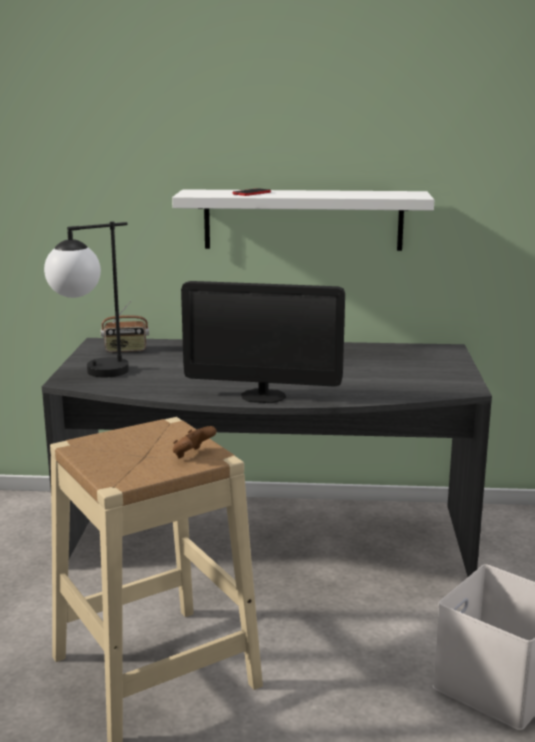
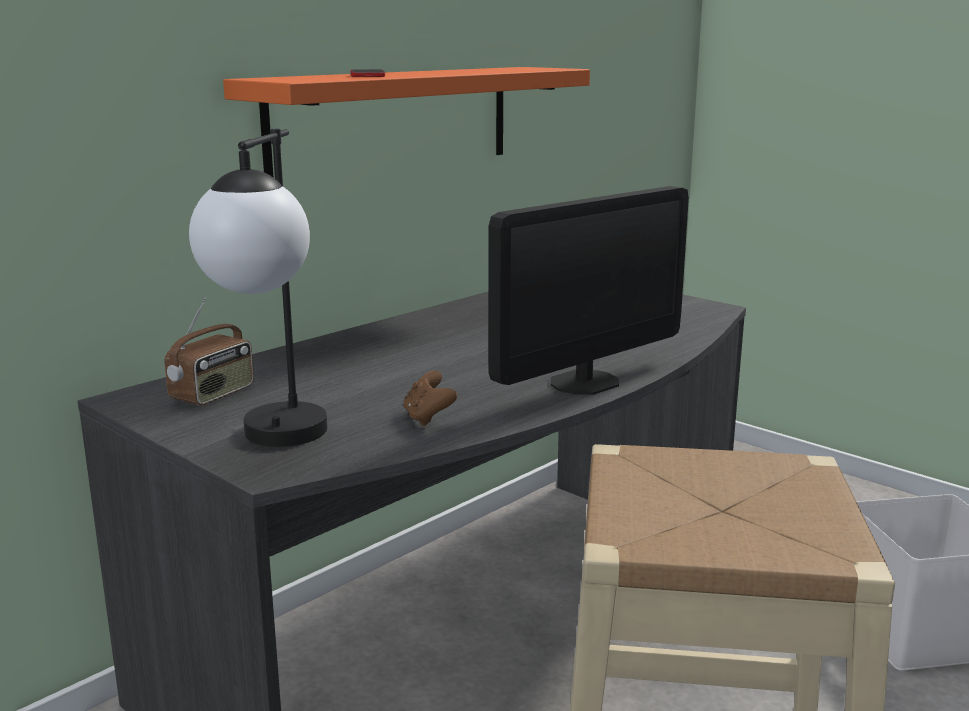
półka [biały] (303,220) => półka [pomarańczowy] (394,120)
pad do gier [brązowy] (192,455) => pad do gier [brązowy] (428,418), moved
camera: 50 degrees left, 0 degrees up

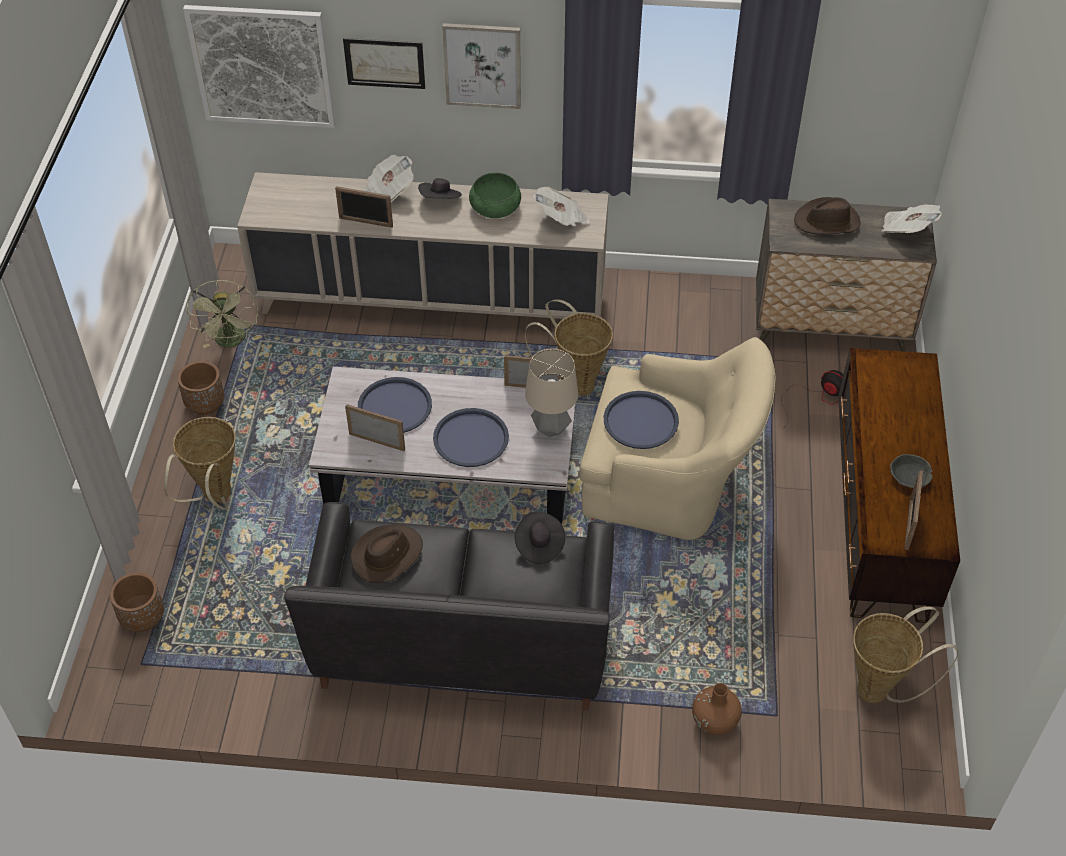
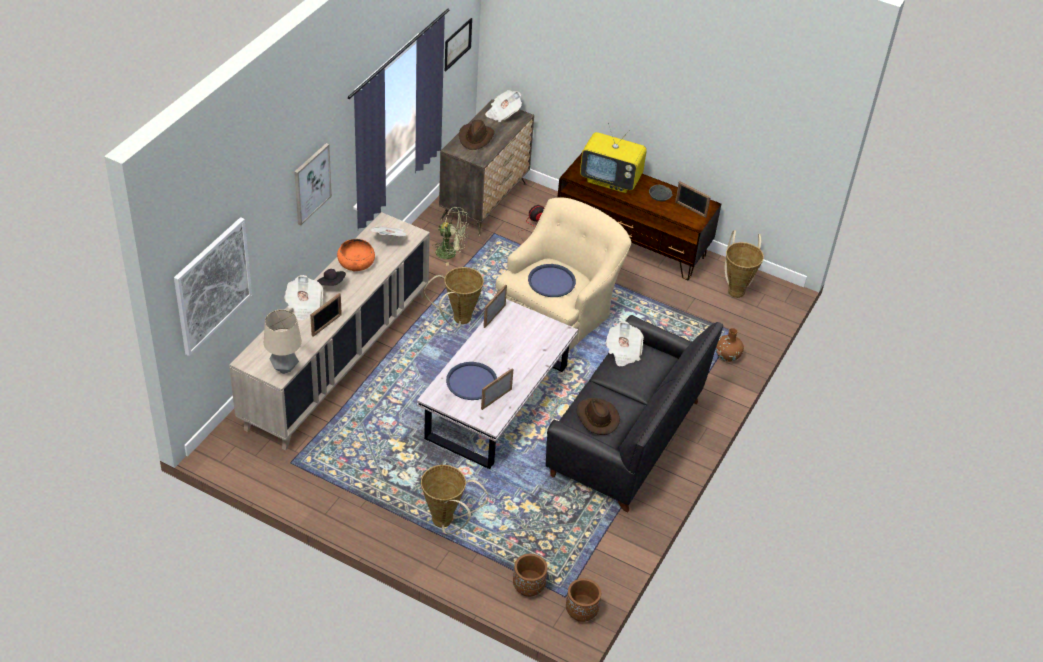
lampa stołowa (550,428) => lampa stołowa (284,368), moved
miska [zielony] (495,206) => miska [pomarańczowy] (356,262)
wentylator [zielony] (231,342) => wentylator [zielony] (450,253), moved
obraz (384,62) => obraz (457,44), moved
donica [brązowy] (205,405) => donica [brązowy] (581,612), moved
nothing => telewizor (611,180)
kapelusz [czarny] (539,545) => gazeta (623,352)
taca [niebieski] (470,438) => nothing
camera: 70 degrees left, 5 degrees down

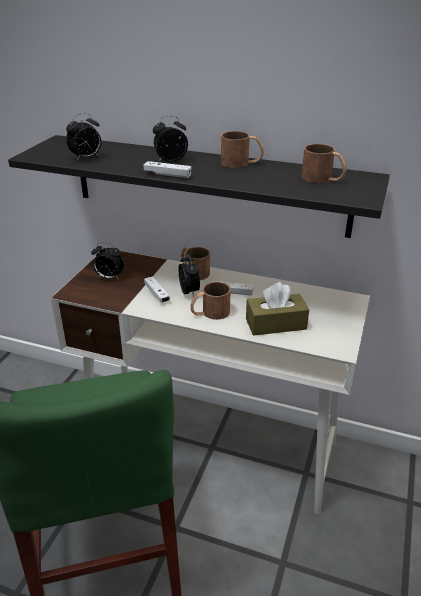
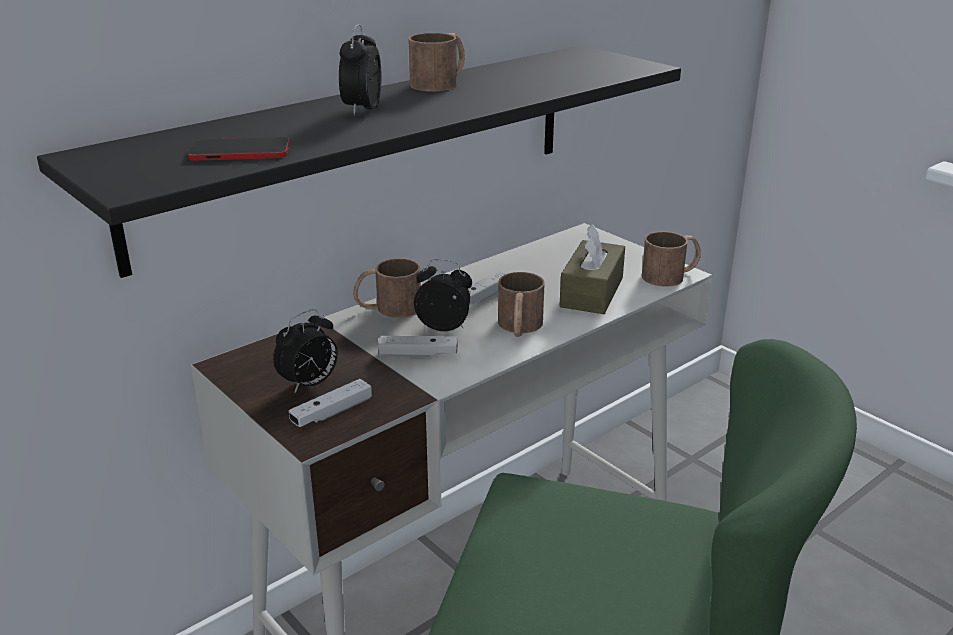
budzik (86,158) => telefon (240,152)
pad do gier [biały] (167,175) => pad do gier [biały] (332,412), moved
kubek [brązowy] (323,179) => kubek [brązowy] (671,275), moved
camera: 60 degrees left, 5 degrees down

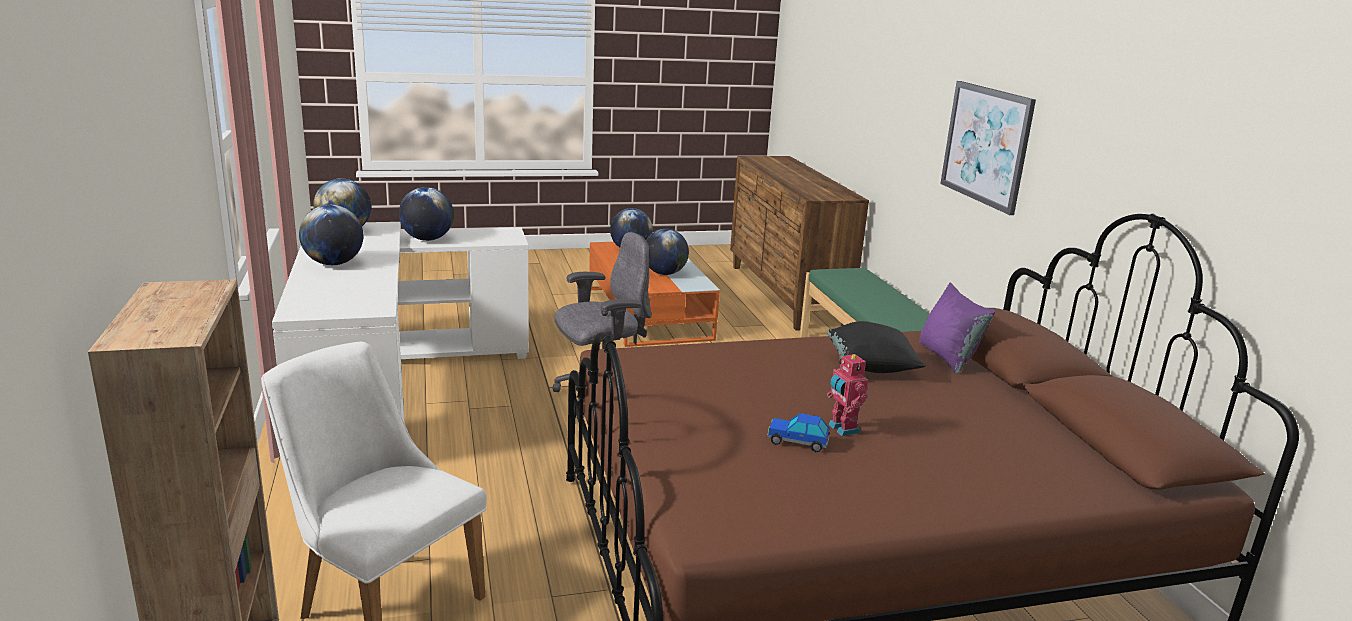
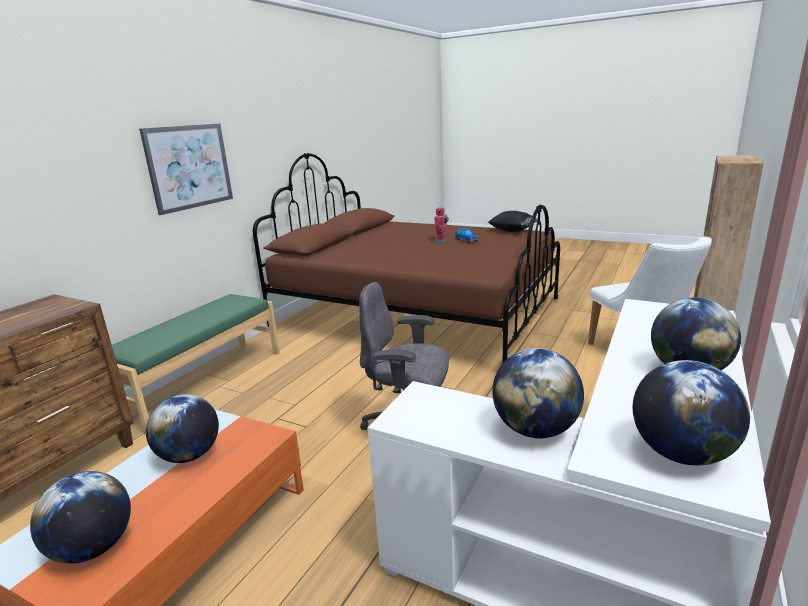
poduszka [czarny] (870,368) => poduszka [czarny] (512,231), moved
poduszka [fioletowy] (948,358) => nothing
camera: 135 degrees left, 0 degrees up

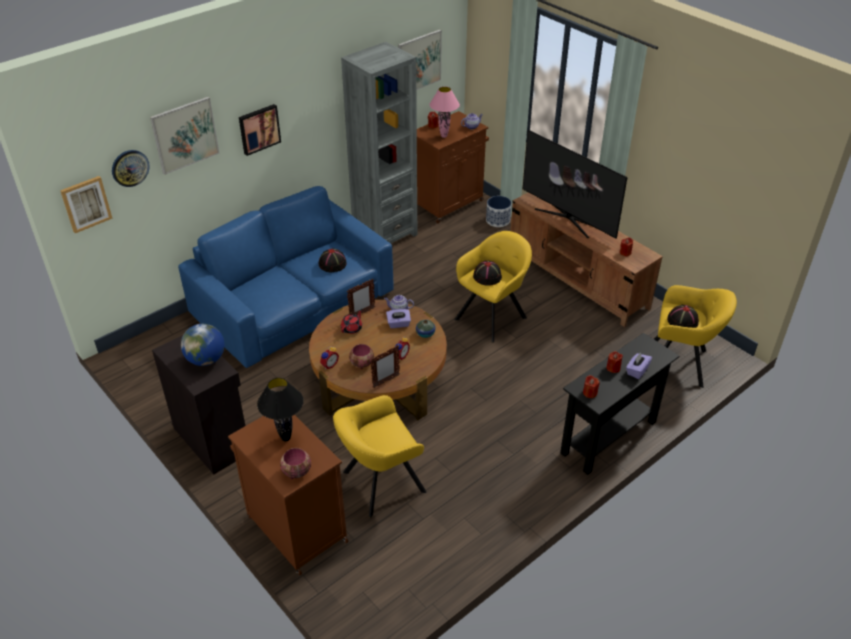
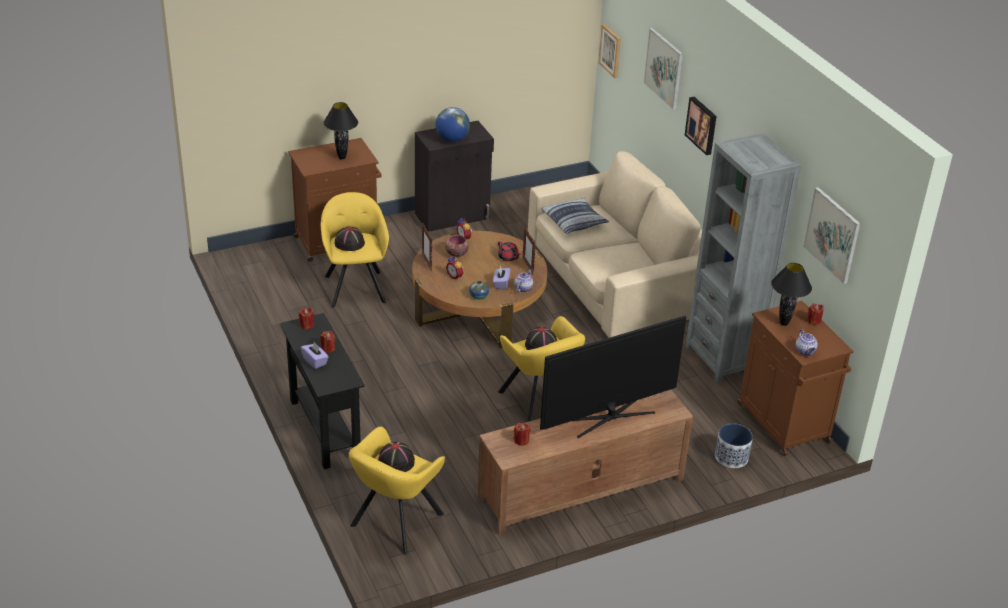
kapelusz [czarny] (332,264) => kapelusz [czarny] (349,243), moved
kanapa [niebieski] (294,304) => kanapa [beżowy] (615,278)
nothing => poduszka (574,221)
lampa stołowa [różowy] (443,136) => lampa stołowa [czarny] (784,323)
zegar ścienny (130,168) => nothing
miska (296,471) => nothing
camera: 105 degrees right, 5 degrees down

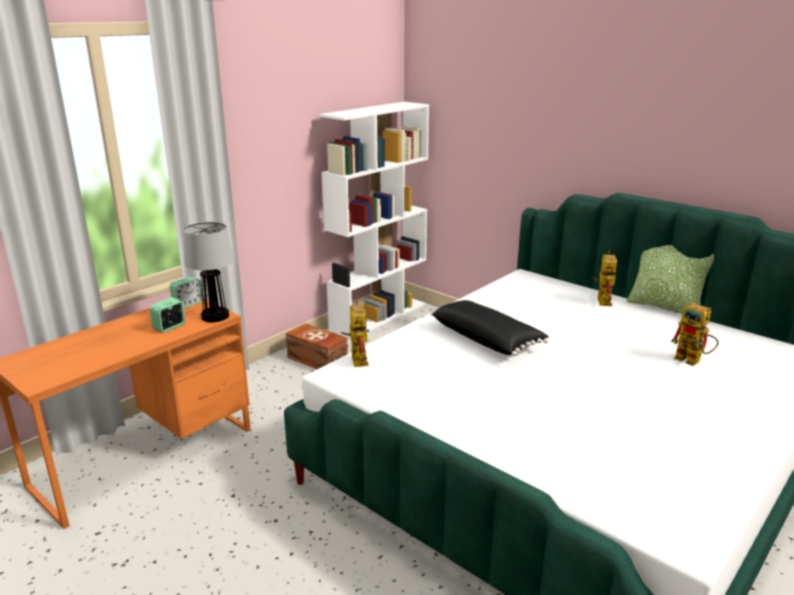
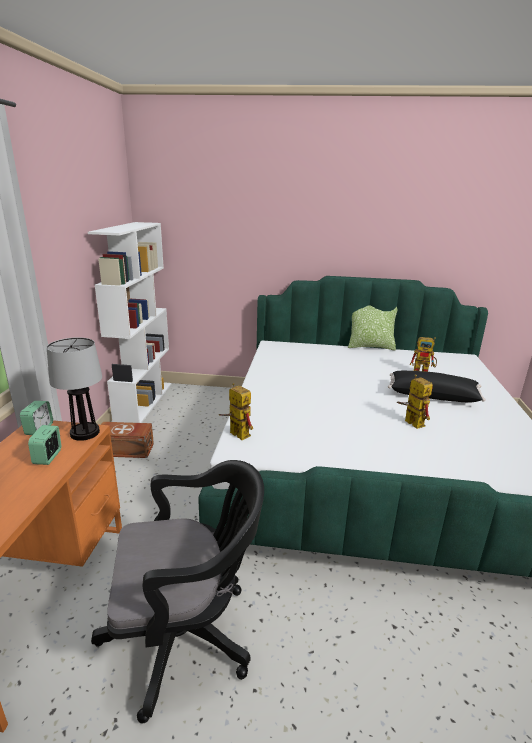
nothing => krzesło biurowe [czarny] (187,635)
poduszka [czarny] (487,339) => poduszka [czarny] (432,395), moved
robot zabawkowy (601,300) => robot zabawkowy (410,422), moved
camera: 35 degrees left, 0 degrees up

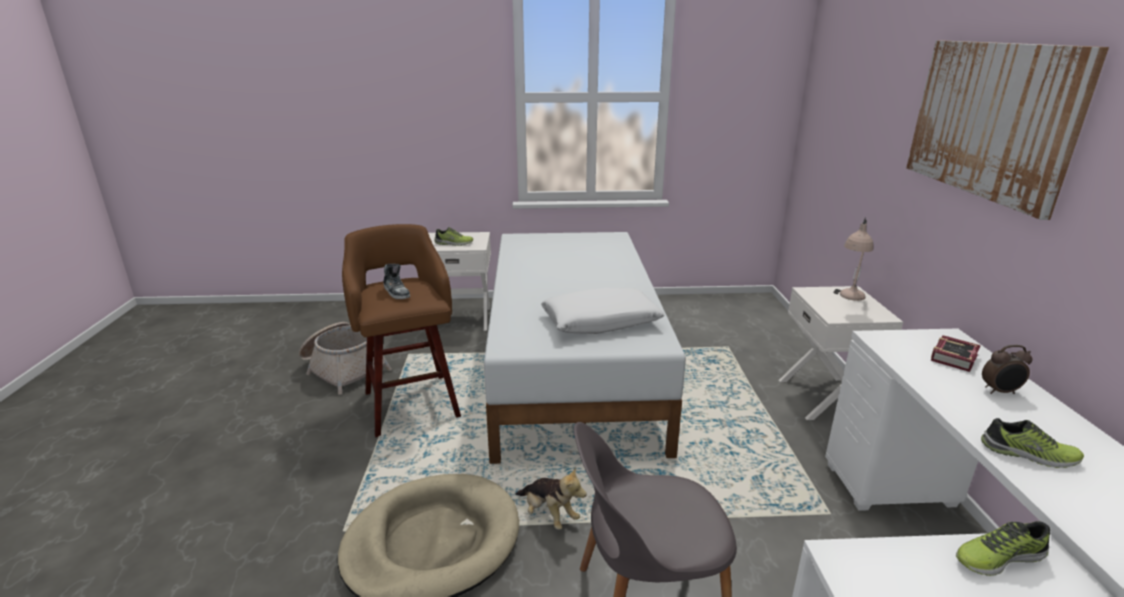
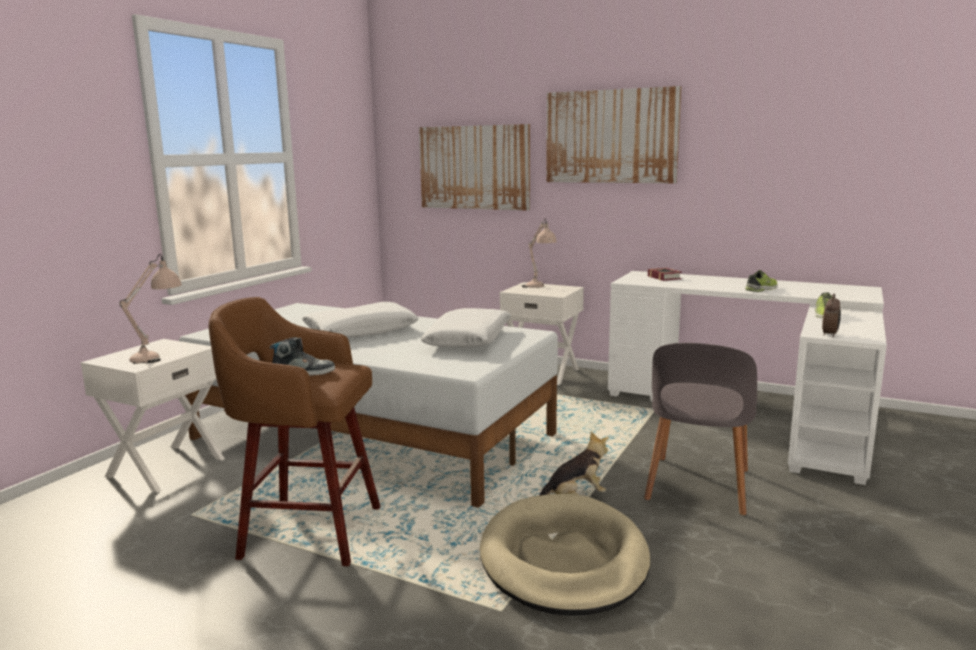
but (453,243) => lampa stołowa [beżowy] (159,355)
nothing => poduszka [biały] (361,331)
nothing => obraz (474,167)
budzik (1000,391) => budzik (830,335), moved
koszyk (343,369) => nothing
camera: 60 degrees left, 10 degrees down

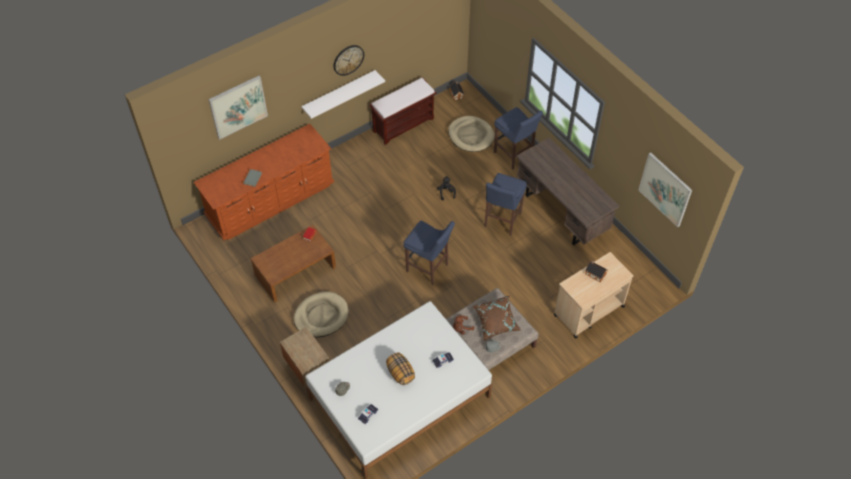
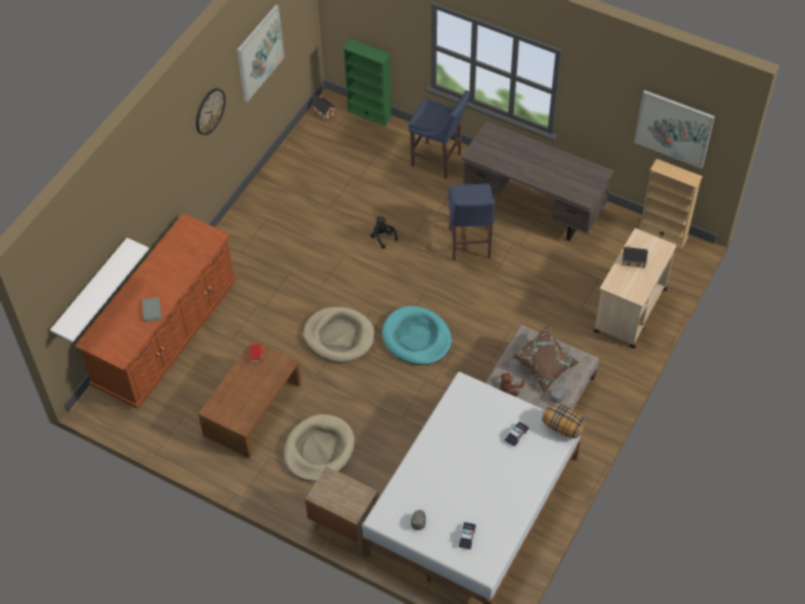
półka [biały] (339,93) => półka [biały] (91,289), moved
obraz (238,107) => obraz (259,53), moved
legowisko [beżowy] (471,135) => legowisko [beżowy] (339,336), moved
nothing => regał [zielony] (369,113)
stołek [niebieski] (429,269) => legowisko [turkusowy] (416,338)
poduszka (400,373) => poduszka (562,427), moved
nothing => regał [beżowy] (663,233)
ławka [brązowy] (403,124) => nothing
camera: 25 degrees left, 0 degrees up

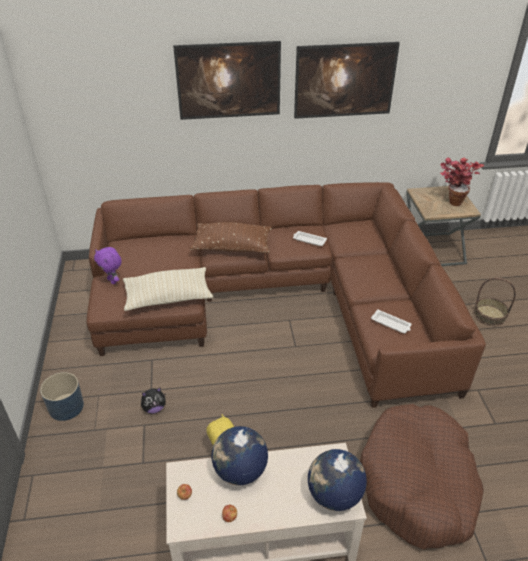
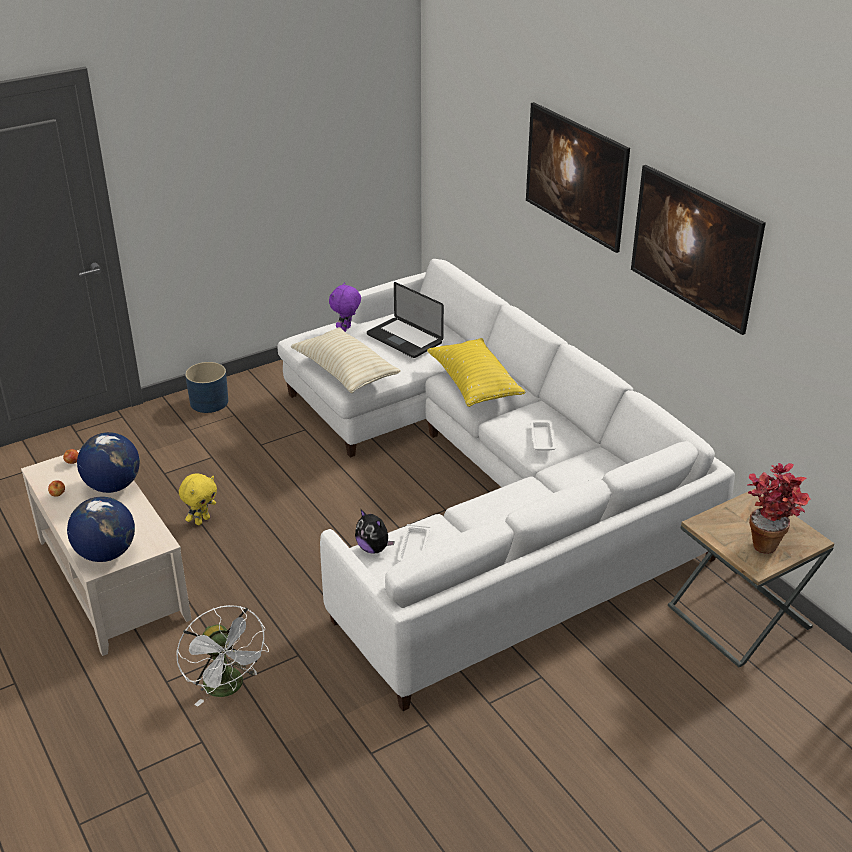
legowisko [brązowy] (418,483) => wentylator [biały] (228,688)
kanapa [brązowy] (277,298) => kanapa [biały] (479,487)
pluszak (154,408) => pluszak (374,548), moved
nothing => laptop (404,339)
poduszka [brązowy] (232,247) => poduszka [żółty] (474,384)
koszyk (489,315) => nothing
camera: 65 degrees right, 5 degrees down

